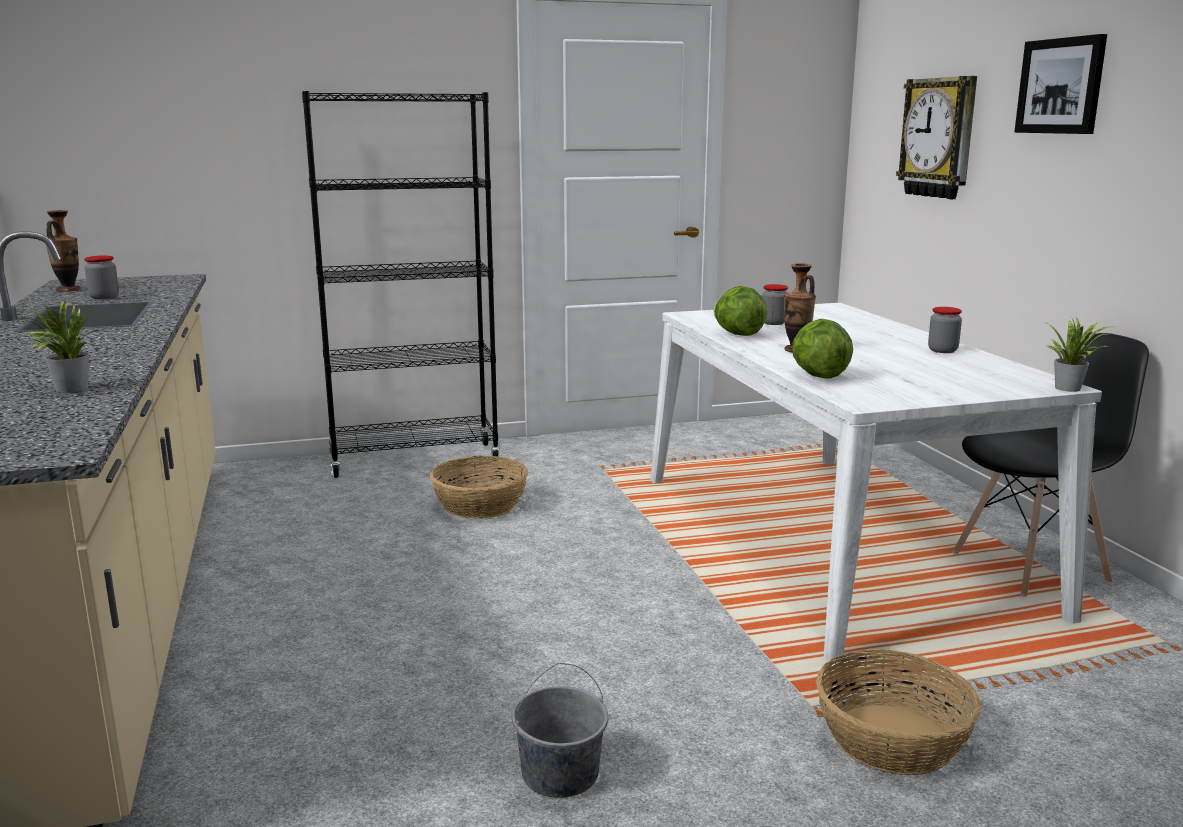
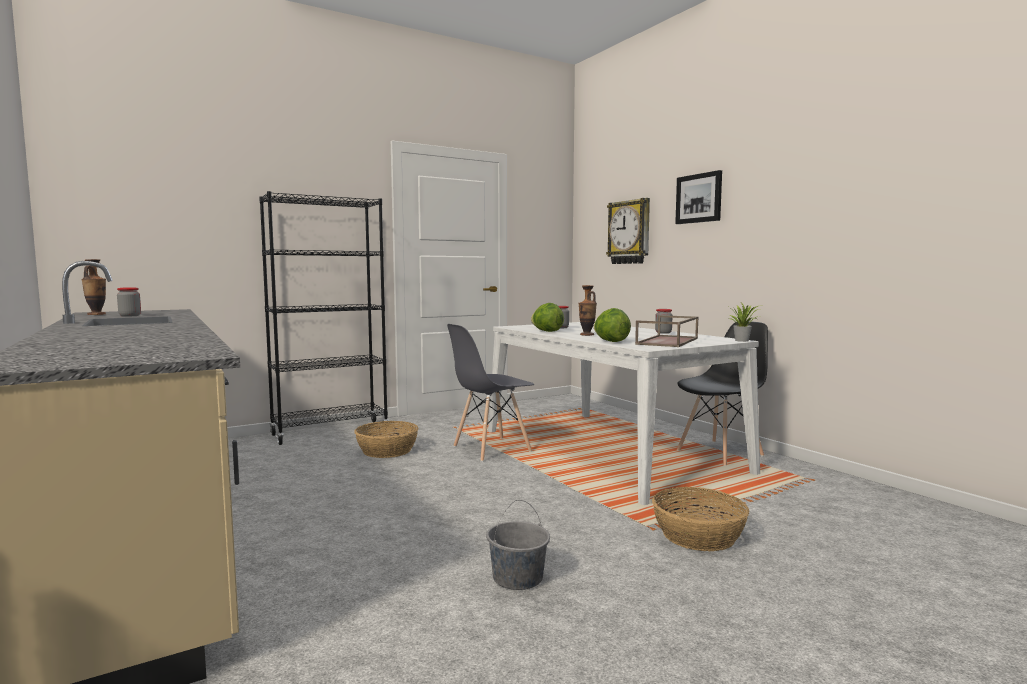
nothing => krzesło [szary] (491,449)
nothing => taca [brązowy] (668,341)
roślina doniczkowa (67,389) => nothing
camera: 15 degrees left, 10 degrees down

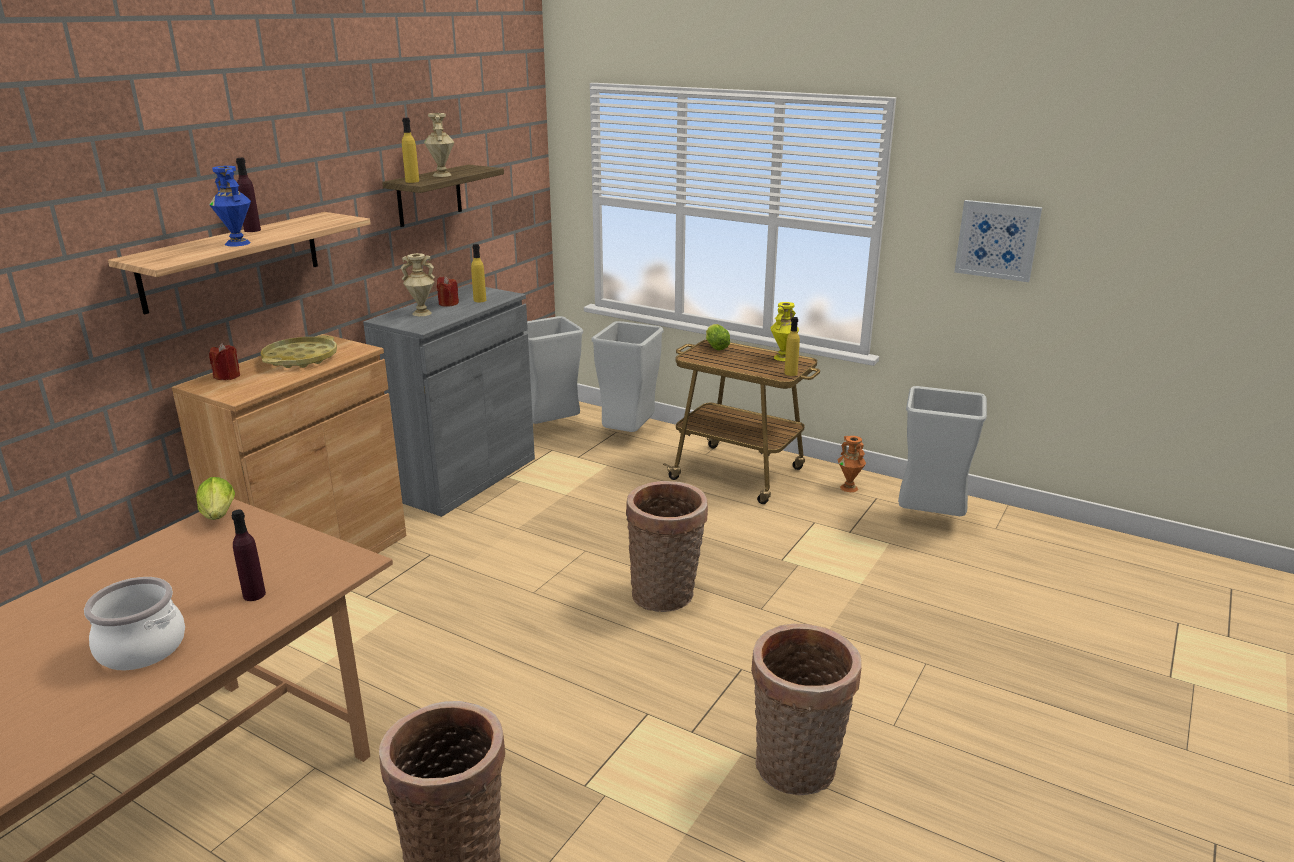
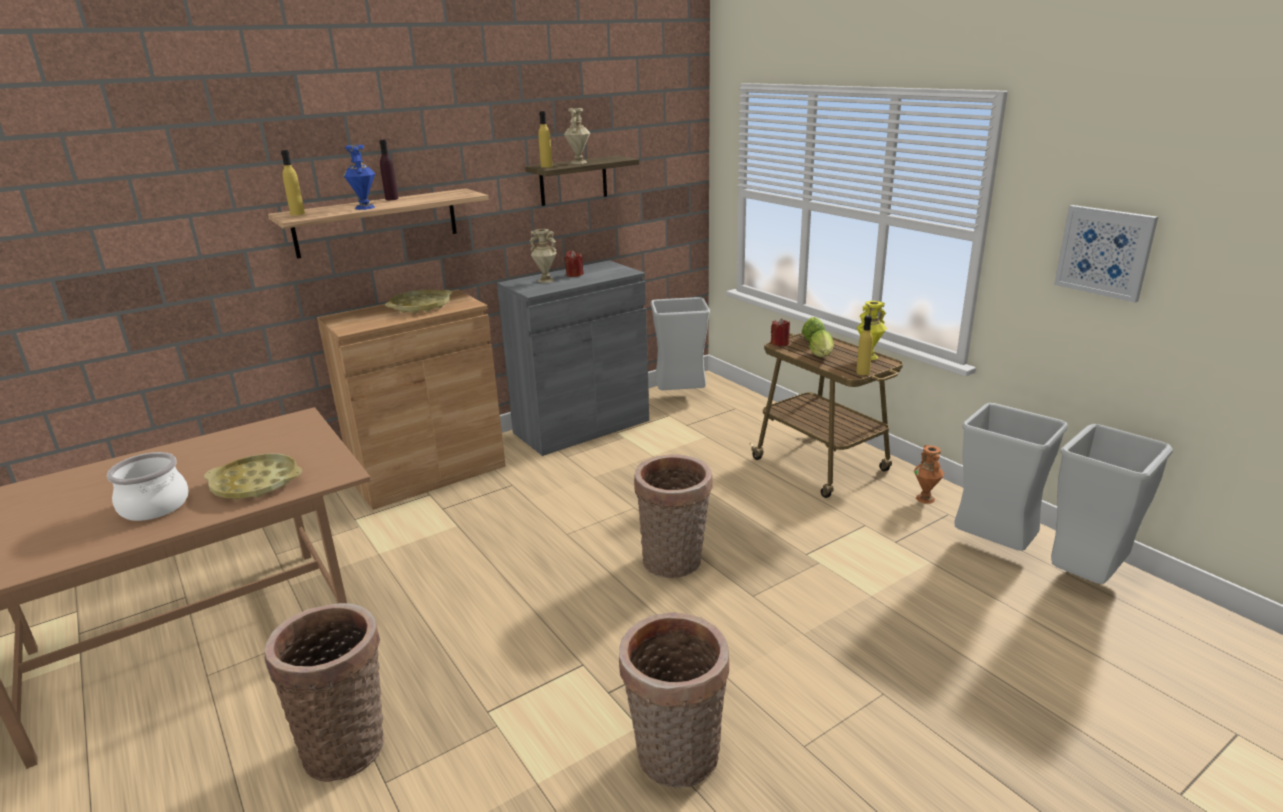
butelka [fioletowy] (254,594) => taca [żółty] (256,483)
butelka [żółty] (480,300) => butelka [żółty] (297,214), moved
świeca [czerwony] (227,376) => świeca [czerwony] (780,343), moved
sałata (219,517) => sałata (822,357), moved
kosz na śmieci [szary] (628,435) => kosz na śmieci [szary] (1084,578), moved
camera: 25 degrees right, 0 degrees up

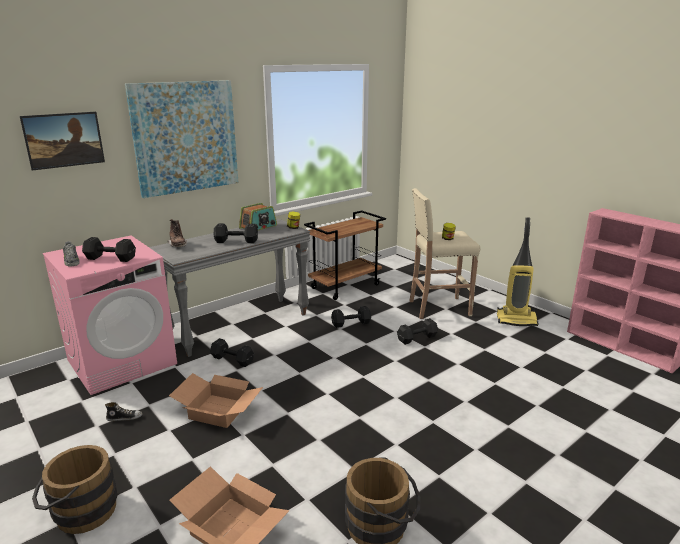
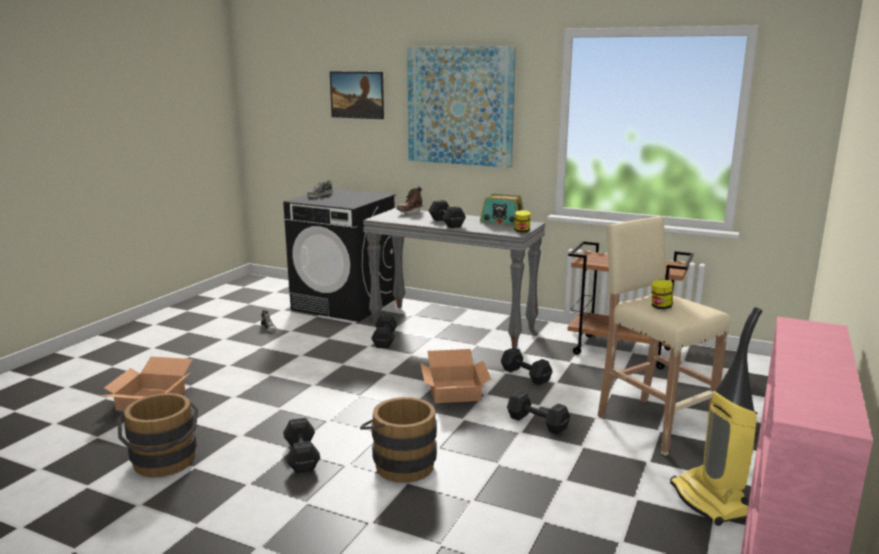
pralka [różowy] (122,361) => pralka [czarny] (345,304)
hantel [czarny] (109,258) => hantel [czarny] (302,455), moved
wiadro [brązowy] (80,512) => wiadro [brązowy] (400,463), moved
karton (219,410) => karton (455,391), moved
camera: 65 degrees right, 5 degrees down

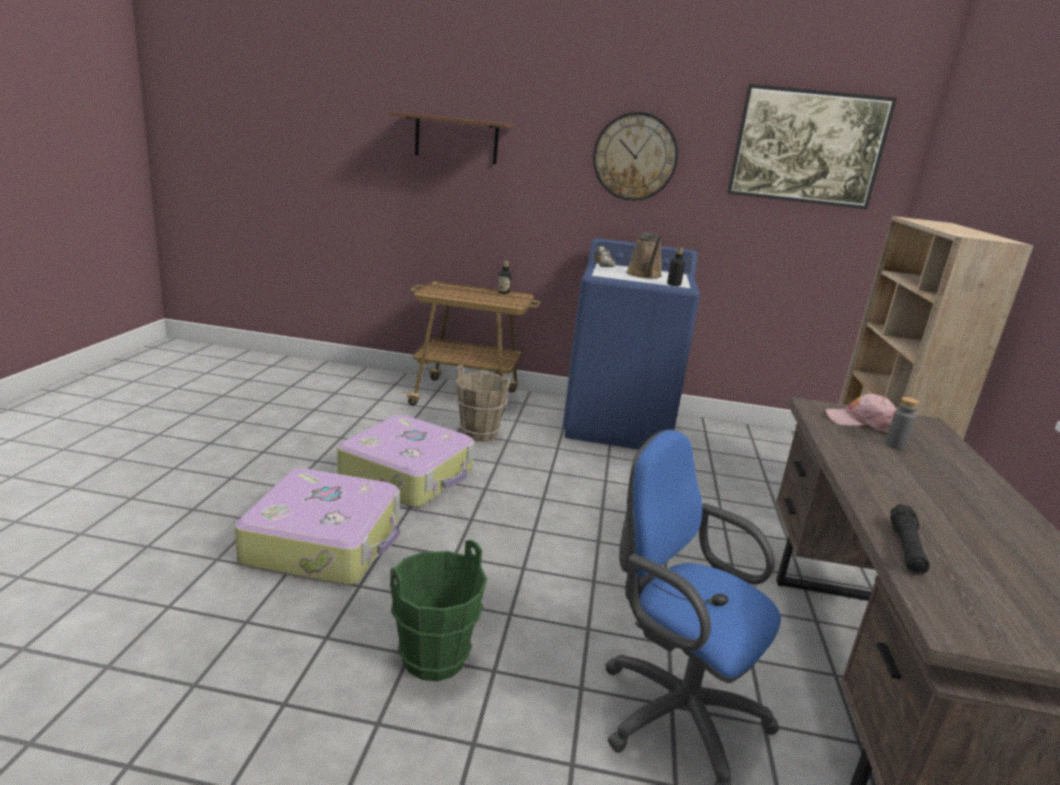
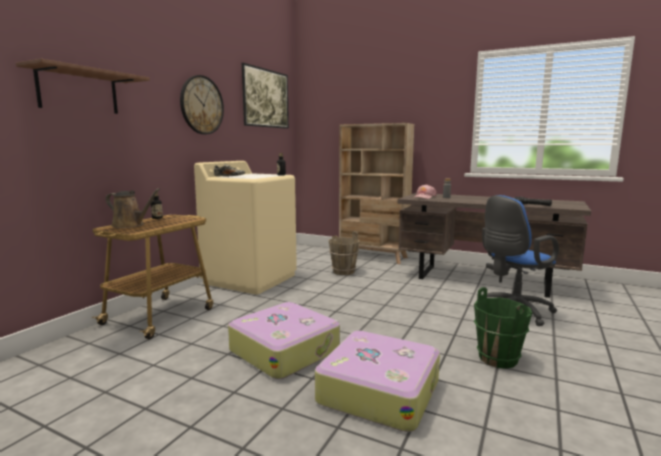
konewka [brązowy] (644,275) => konewka [brązowy] (130,225), moved
pralka [niebieski] (618,425) => pralka [beżowy] (250,279)
wiadro [brązowy] (479,433) => wiadro [brązowy] (343,272), moved
camera: 70 degrees left, 10 degrees down

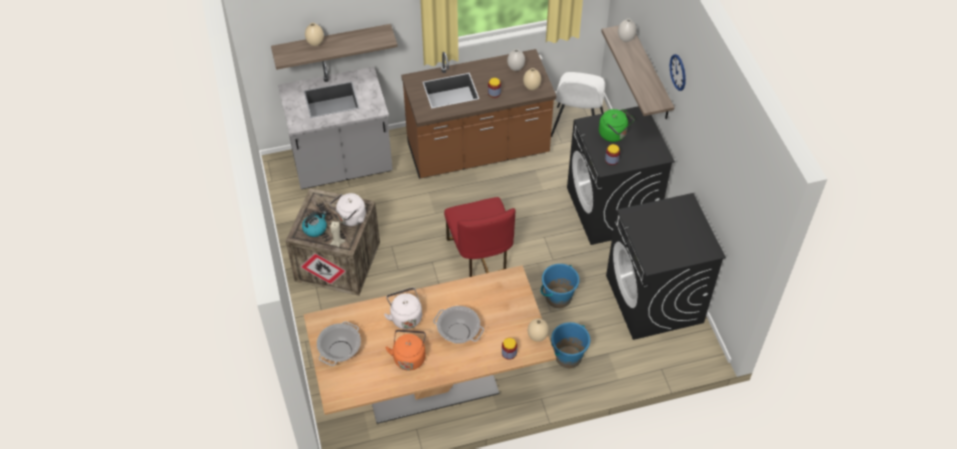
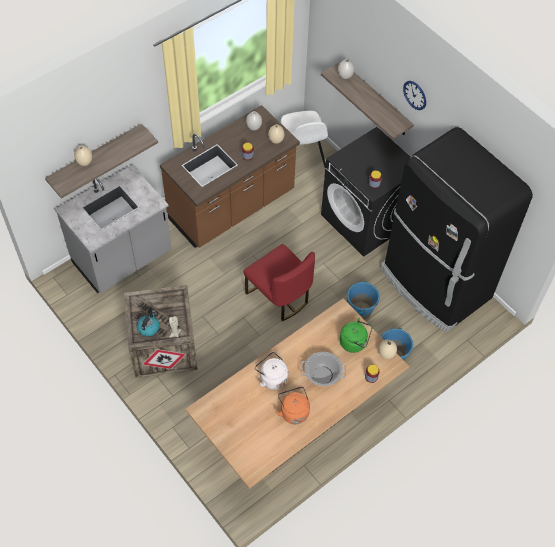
czajnik [zielony] (614,134) => czajnik [zielony] (354,342), moved
pralka [czarny] (654,299) => lodówka [czarny] (434,284)
garnek (340,350) => nothing
czajnik [biały] (350,218) => nothing
camera: 25 degrees left, 5 degrees up

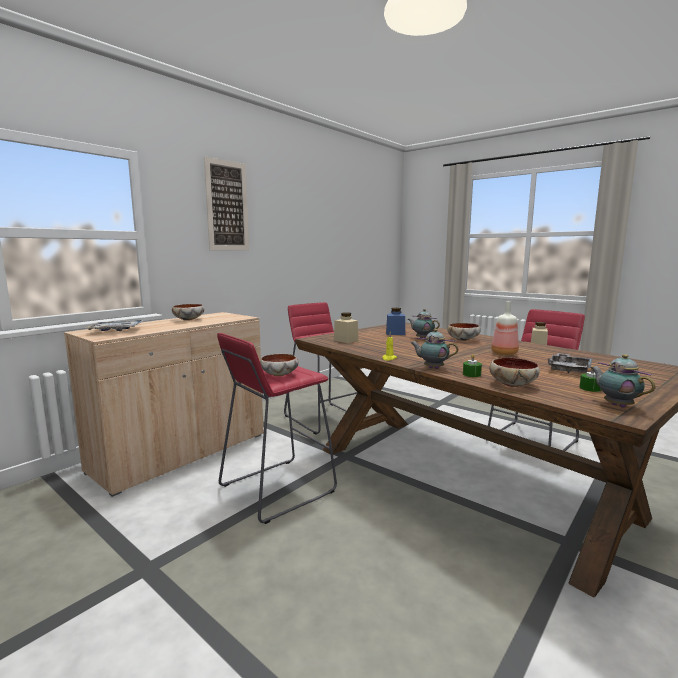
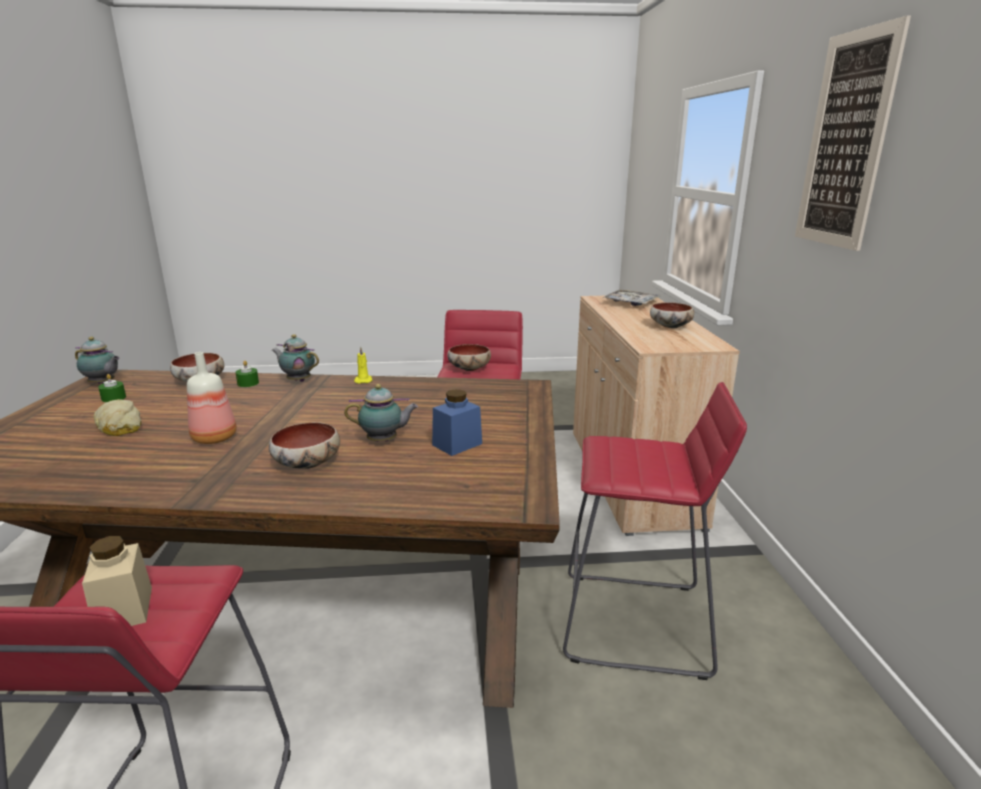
taca [szary] (569,369) => chleb (119,426)
imbryk (432,368) => imbryk (298,380), 135 degrees counterclockwise
słoik [beżowy] (346,340) => nothing
camera: 135 degrees right, 10 degrees up

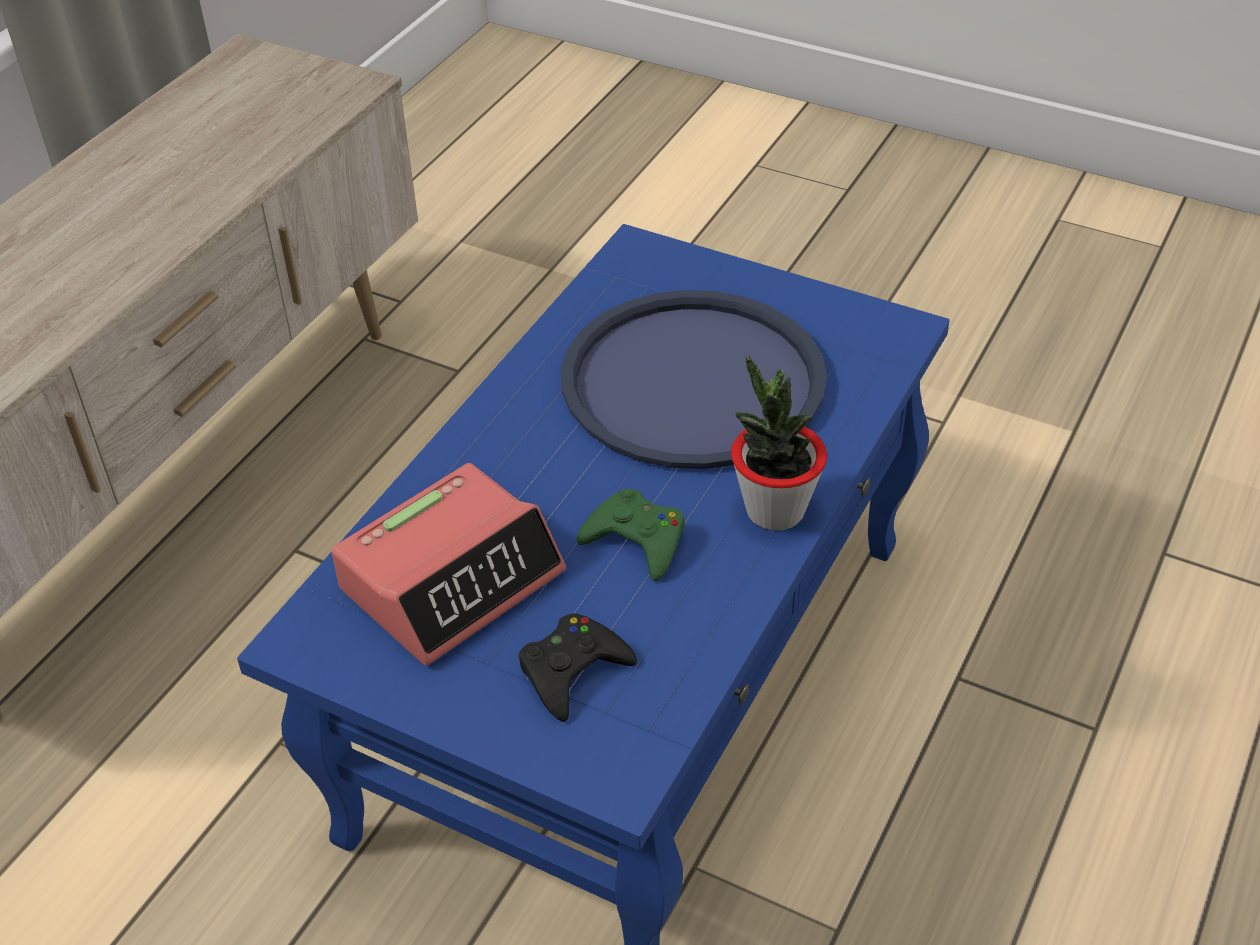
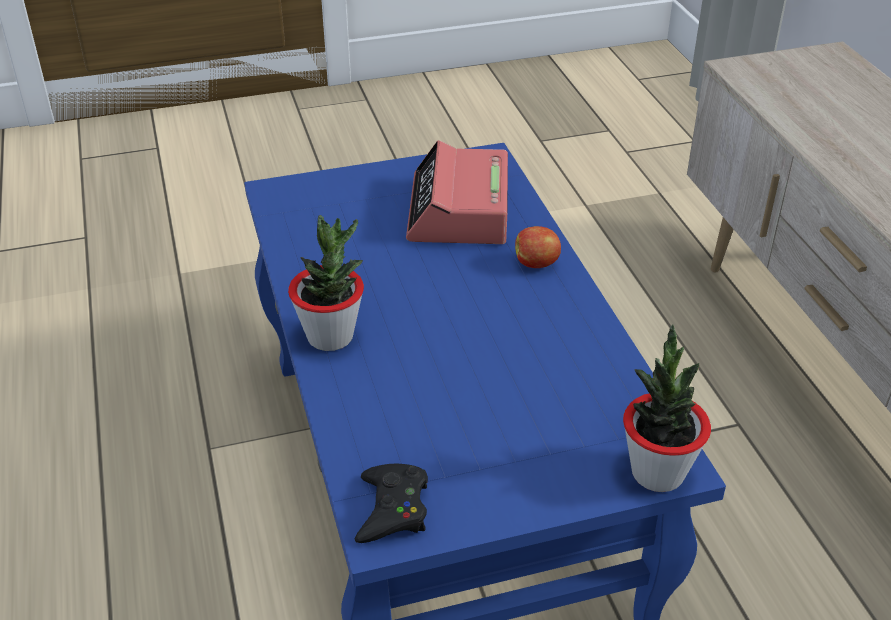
pad do gier [czarny] (572,671) => pad do gier [czarny] (392,509), moved
nothing => jabłko (537,263)
nothing => roślina doniczkowa (657,472)
taca [niebieski] (692,381) => nothing
pad do gier [zielony] (636,540) => nothing
camera: 135 degrees right, 5 degrees down

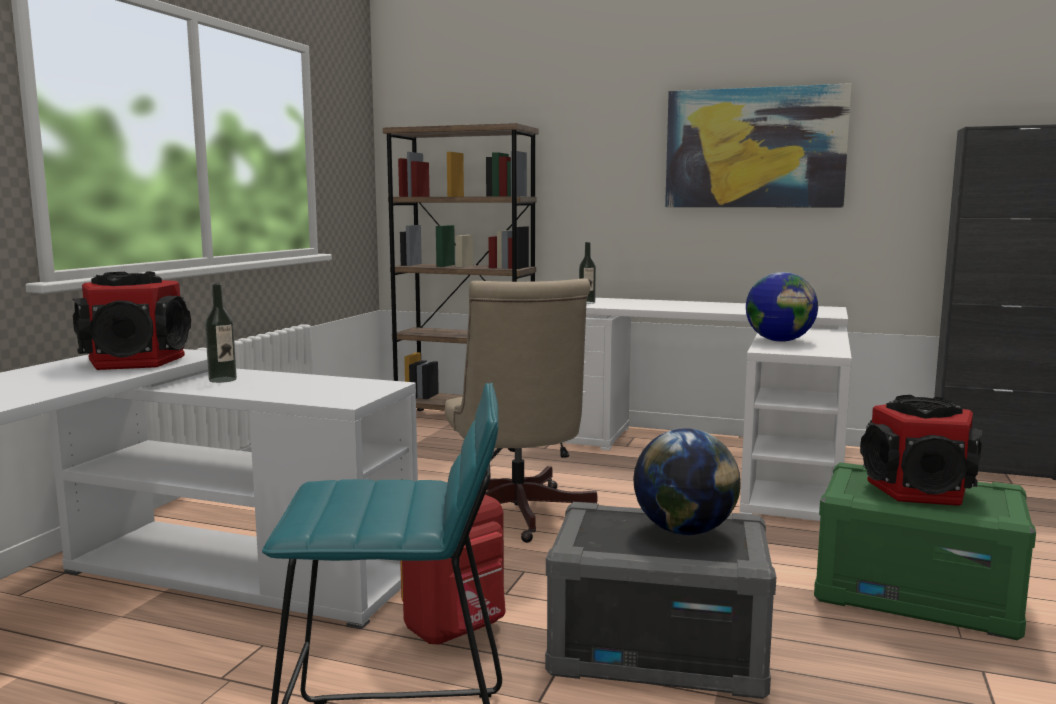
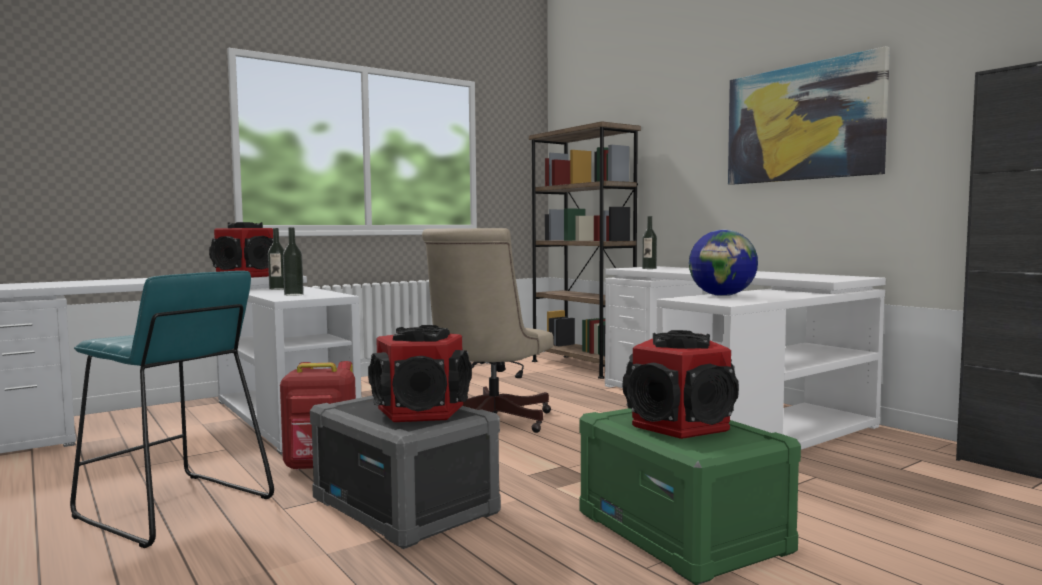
nothing => butelka (294,294)
globus (684,530) => głośnik (420,411)
camera: 35 degrees right, 5 degrees down

